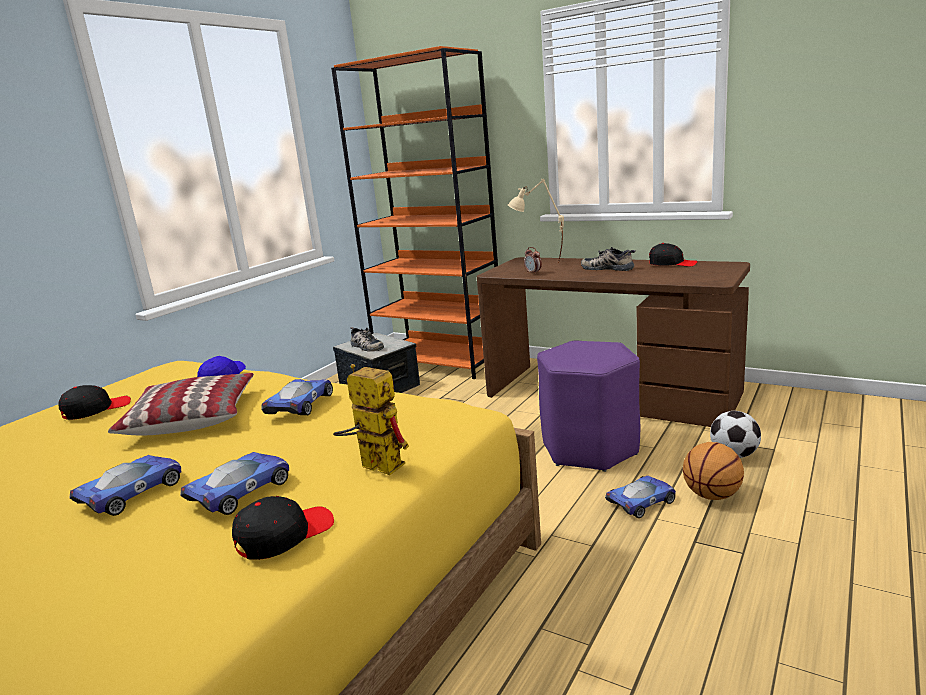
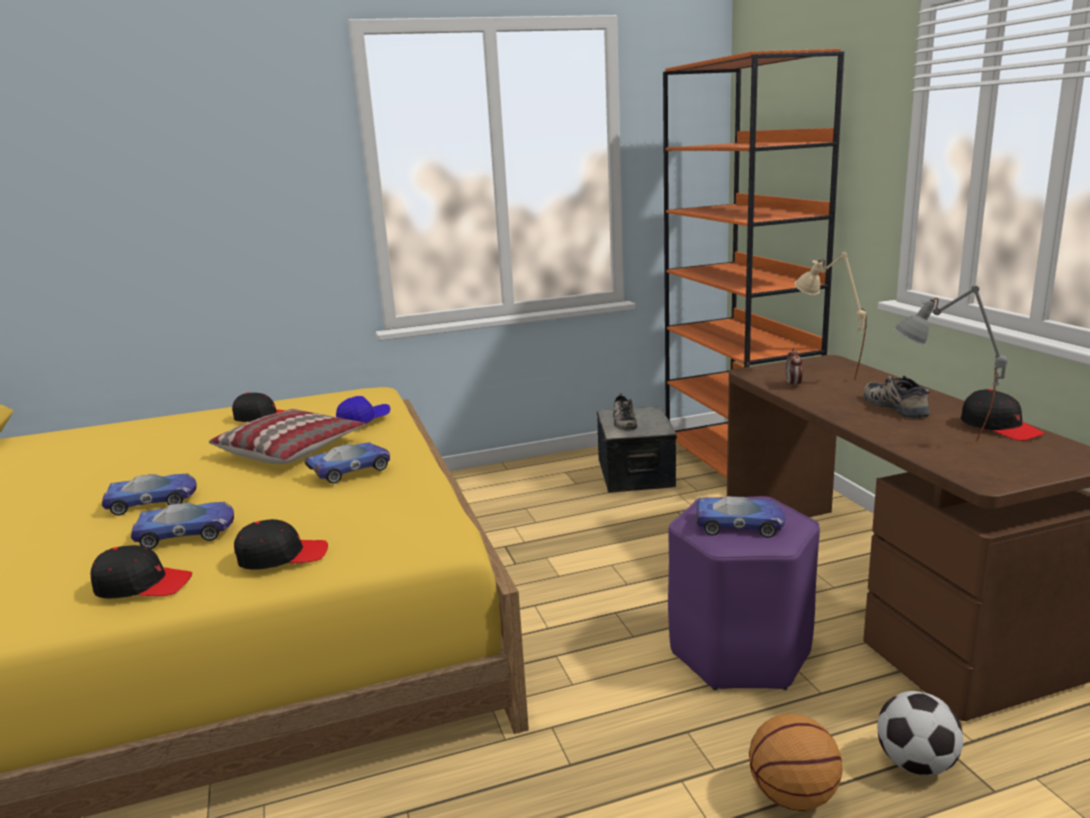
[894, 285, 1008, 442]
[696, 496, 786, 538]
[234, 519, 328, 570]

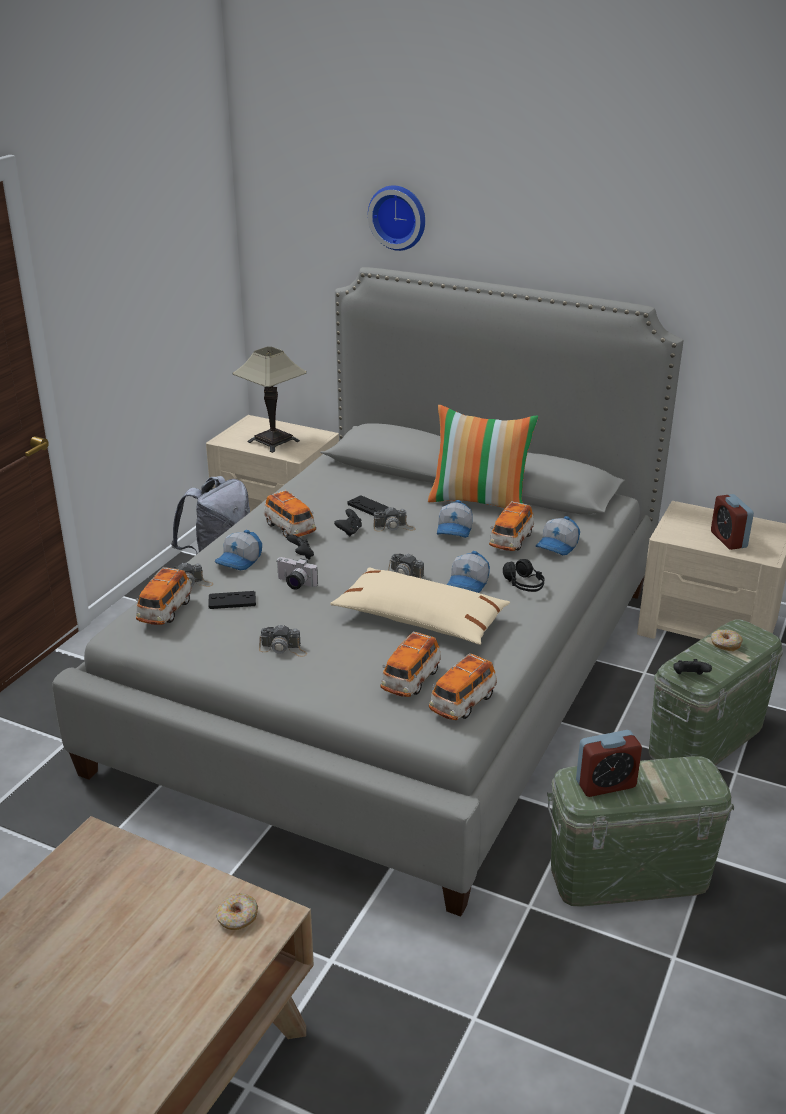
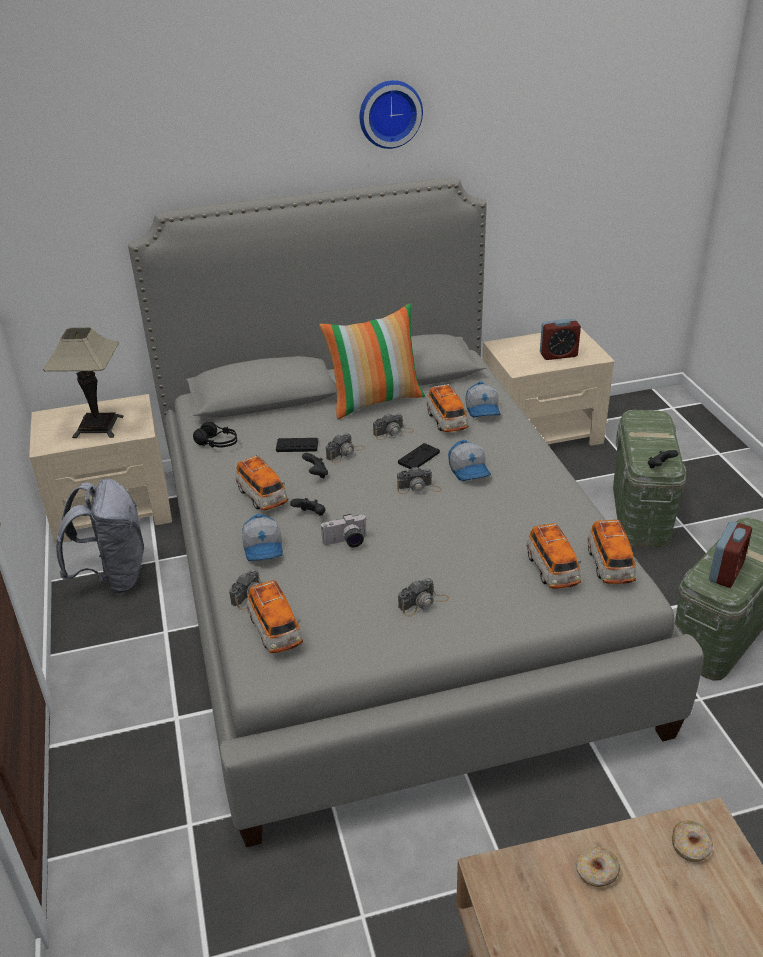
[330, 567, 510, 645] (first image)
[398, 443, 440, 469]
[360, 80, 423, 149]
[193, 422, 237, 448]
[576, 847, 620, 887]
[373, 413, 414, 440]
[236, 455, 288, 510]
[540, 319, 581, 360]

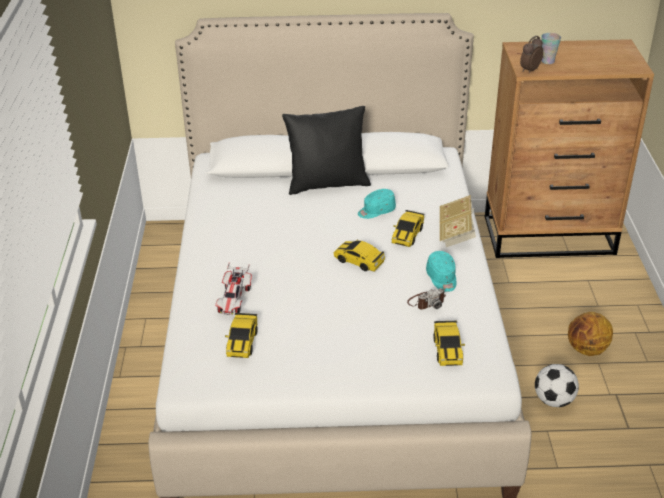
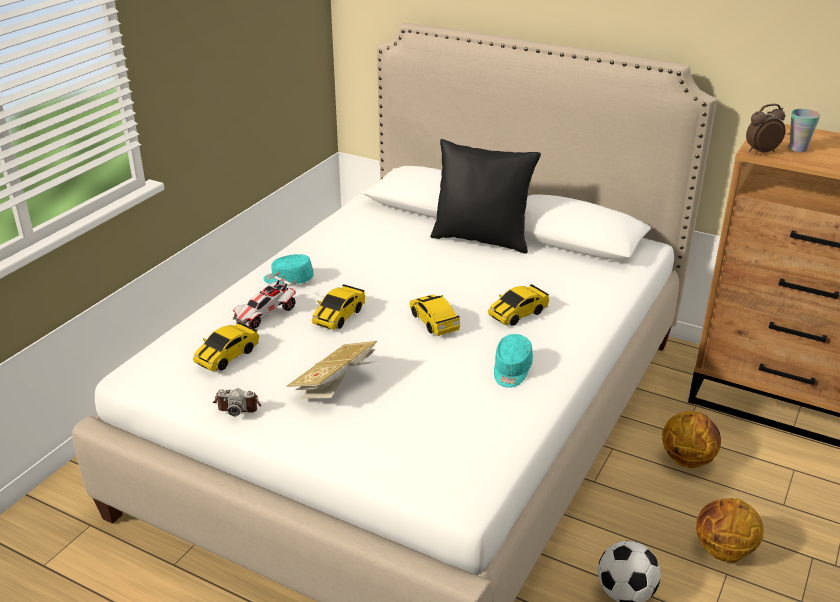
[662, 411, 721, 468]
[263, 254, 314, 284]
[213, 388, 262, 416]
[312, 284, 365, 330]
[287, 341, 377, 399]

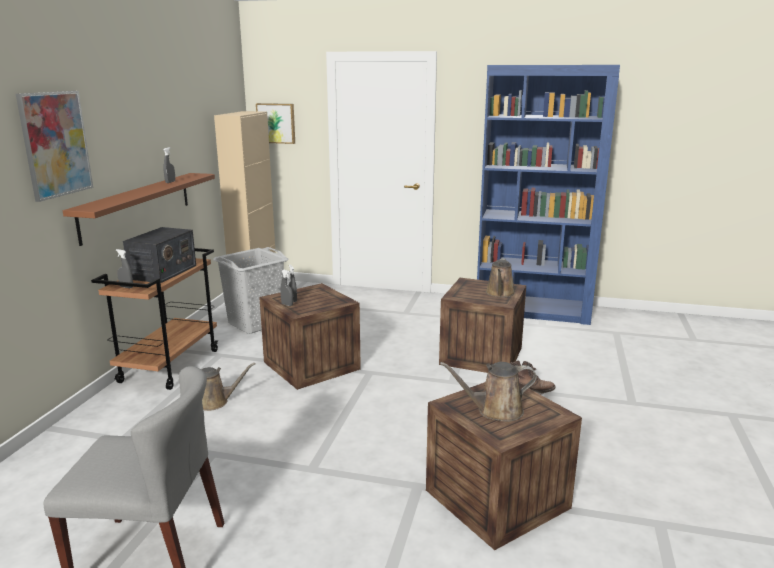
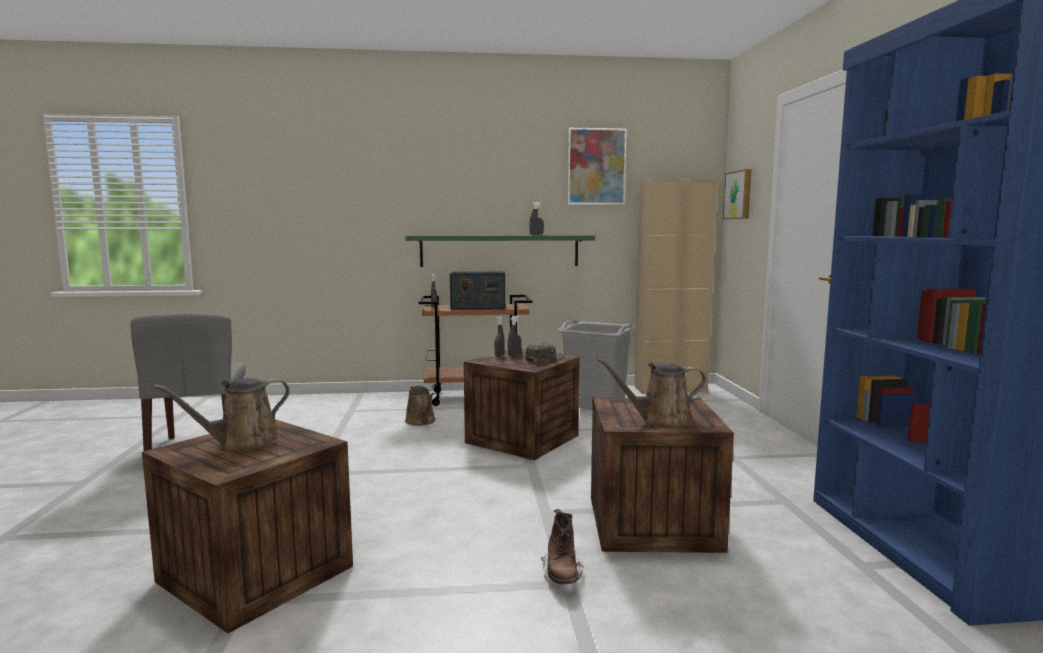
[526, 342, 566, 362]
[568, 128, 627, 205]
[405, 235, 595, 267]
[153, 378, 290, 451]

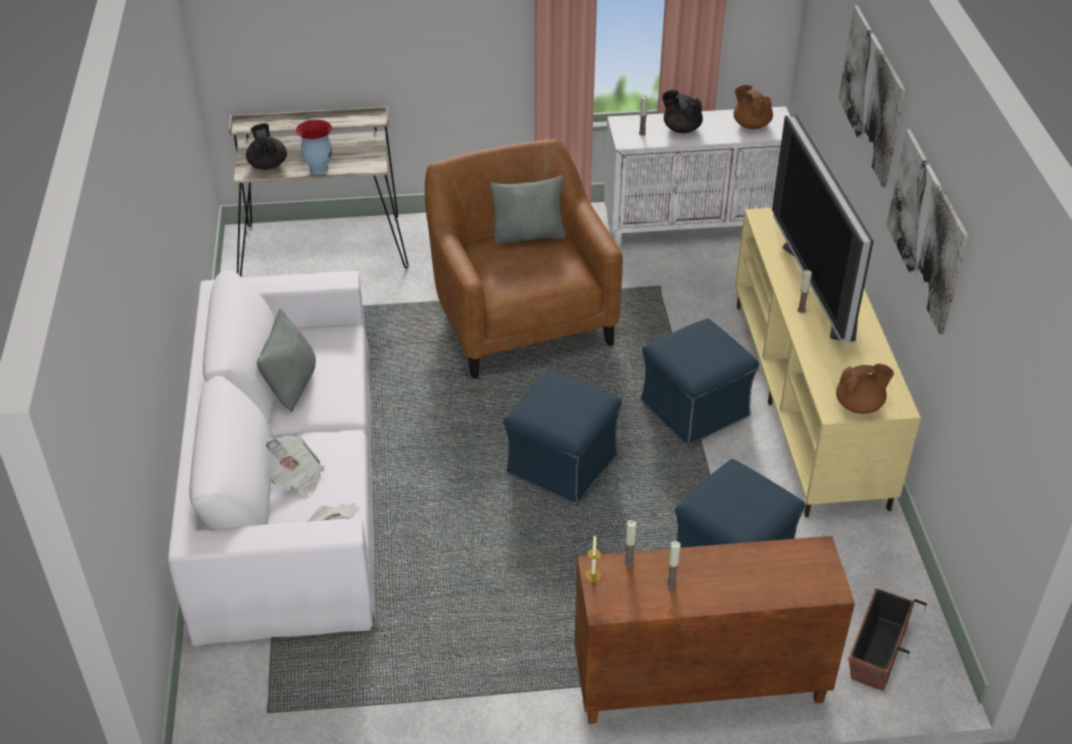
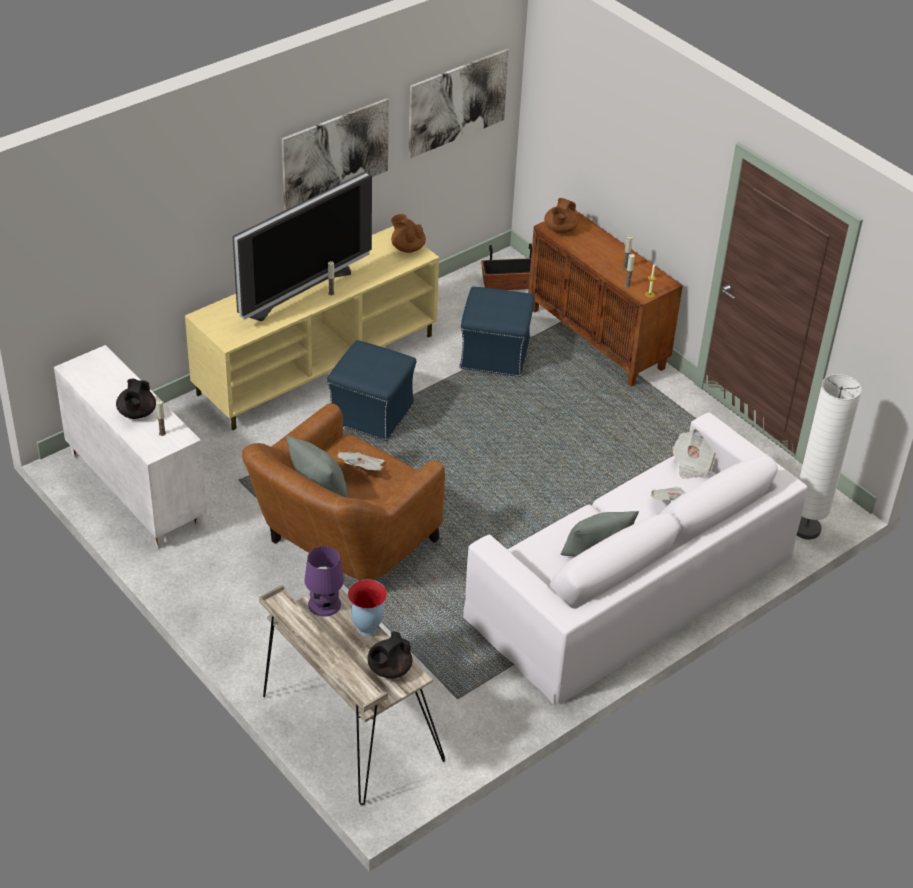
[504, 370, 622, 505] (first image)
[304, 546, 344, 617]
[338, 452, 384, 471]
[797, 374, 862, 539]
[544, 198, 579, 233]
[408, 49, 509, 158]

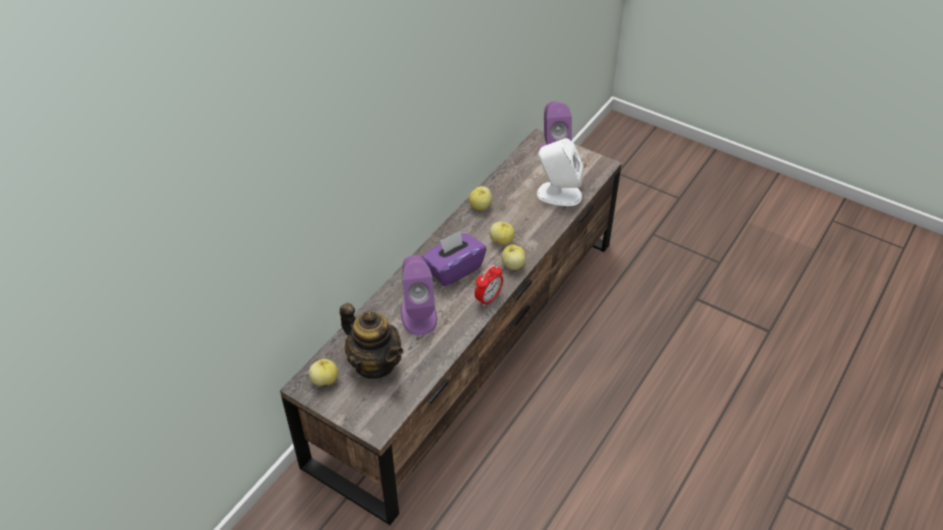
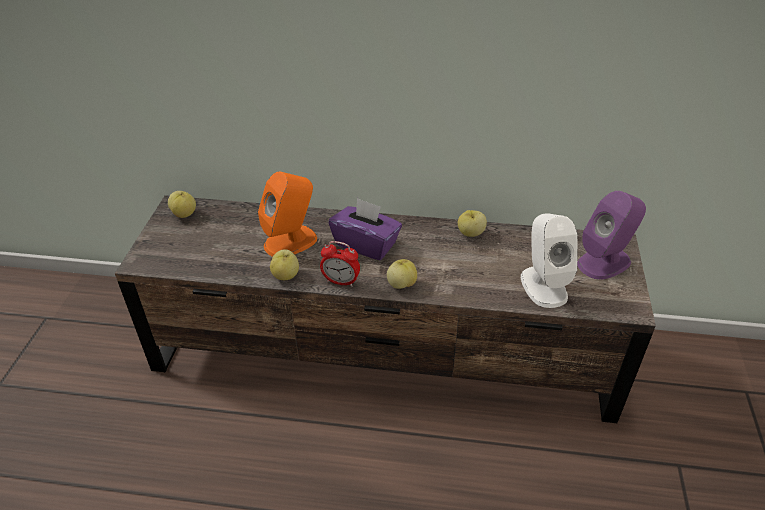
[340, 303, 403, 379] (first image)
[270, 249, 299, 280]
[258, 171, 317, 257]

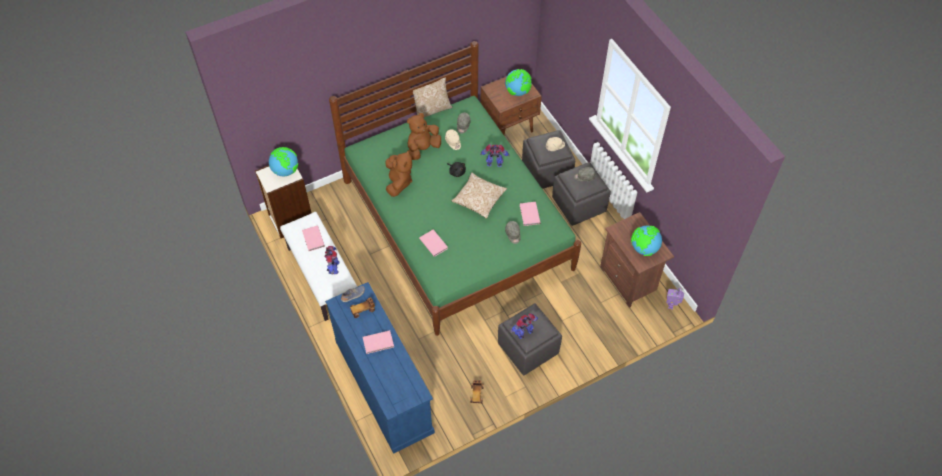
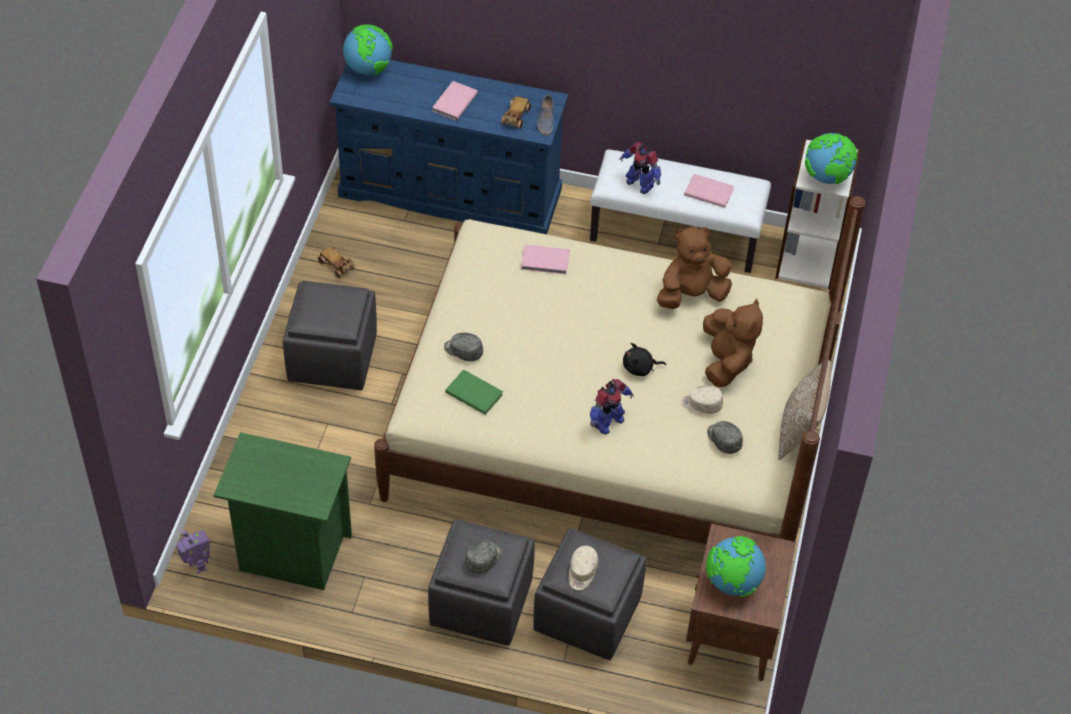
[452, 173, 507, 219] (first image)
[510, 313, 538, 339] (first image)
[343, 24, 393, 75]
[374, 196, 865, 544]
[445, 369, 503, 415]
[214, 432, 352, 590]
[657, 227, 732, 309]

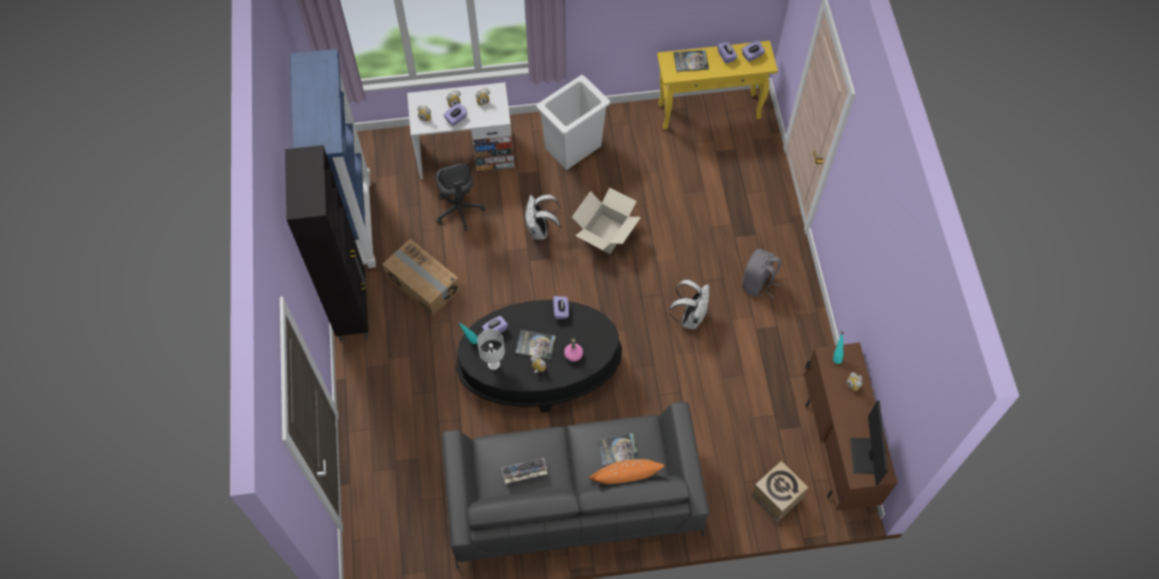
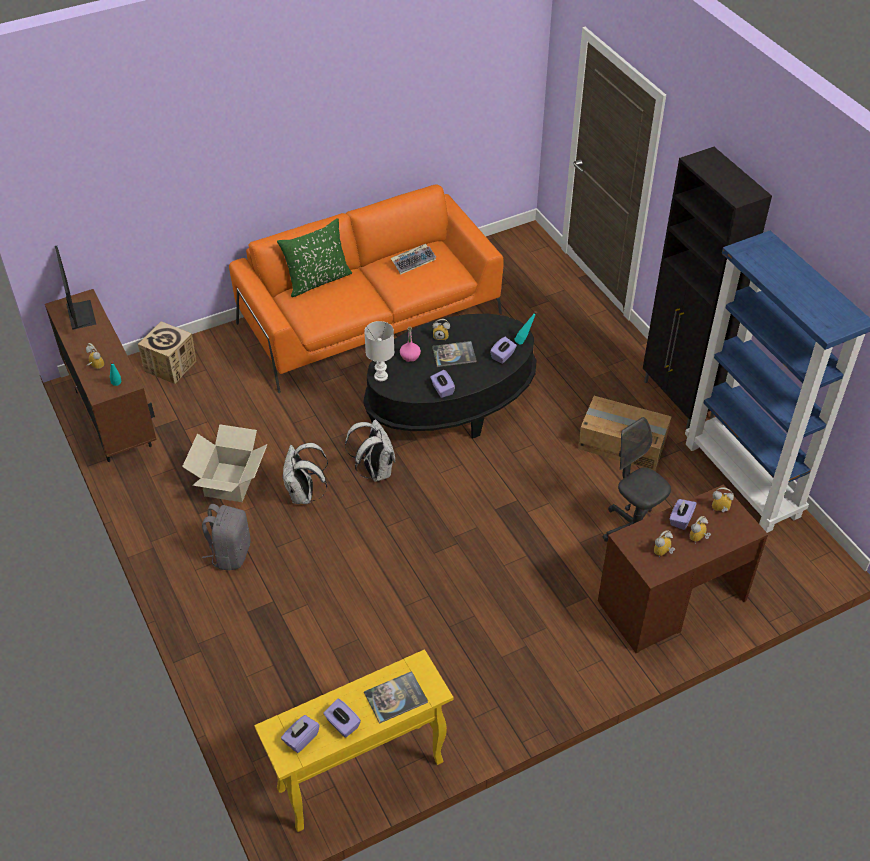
[537, 75, 610, 170] (first image)
[596, 433, 639, 466] (first image)
[364, 321, 394, 381]
[345, 419, 395, 482]
[182, 424, 268, 502]
[598, 484, 768, 653]
[229, 184, 504, 393]
[277, 218, 352, 297]

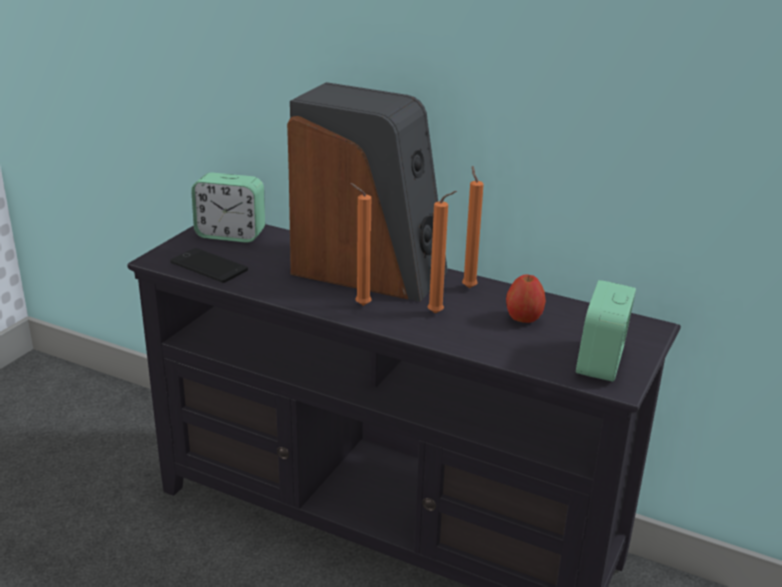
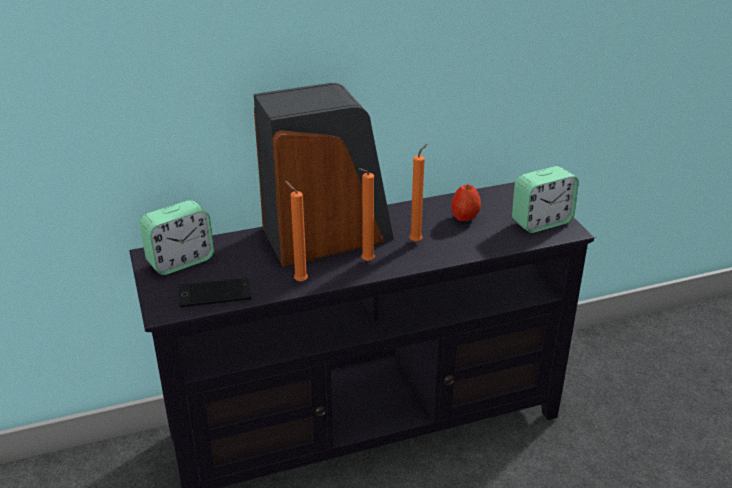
[285, 181, 308, 282]
[512, 166, 579, 233]

